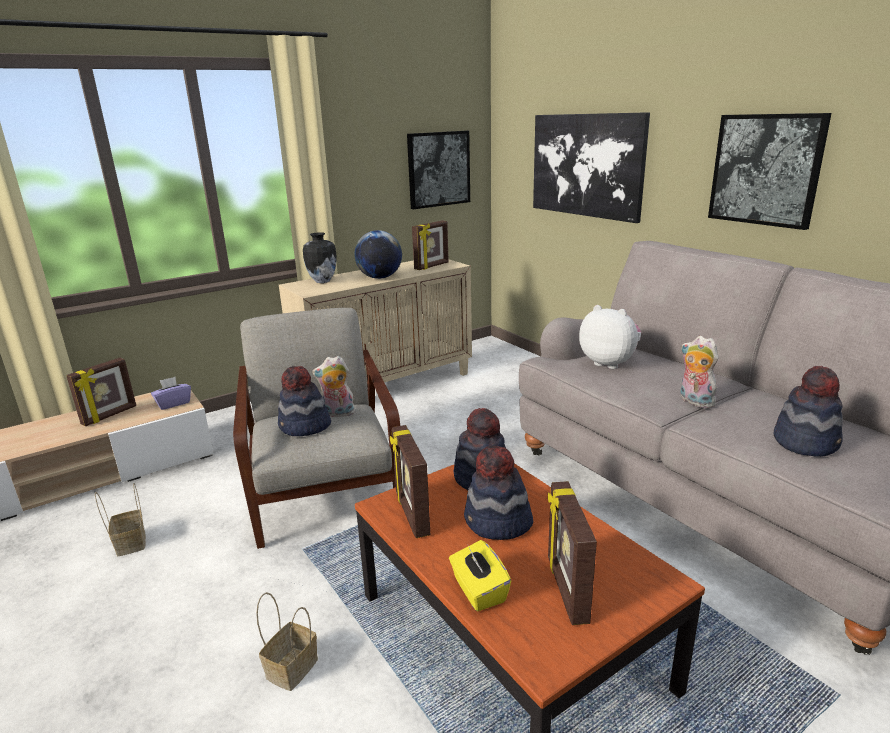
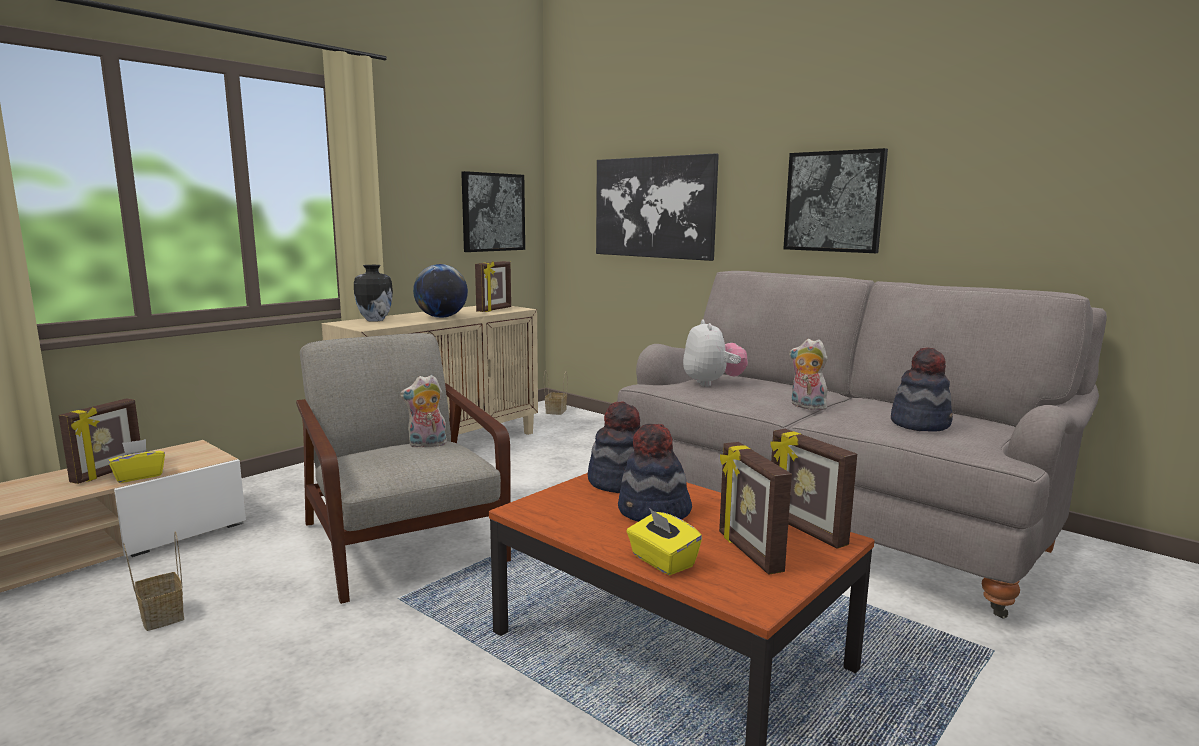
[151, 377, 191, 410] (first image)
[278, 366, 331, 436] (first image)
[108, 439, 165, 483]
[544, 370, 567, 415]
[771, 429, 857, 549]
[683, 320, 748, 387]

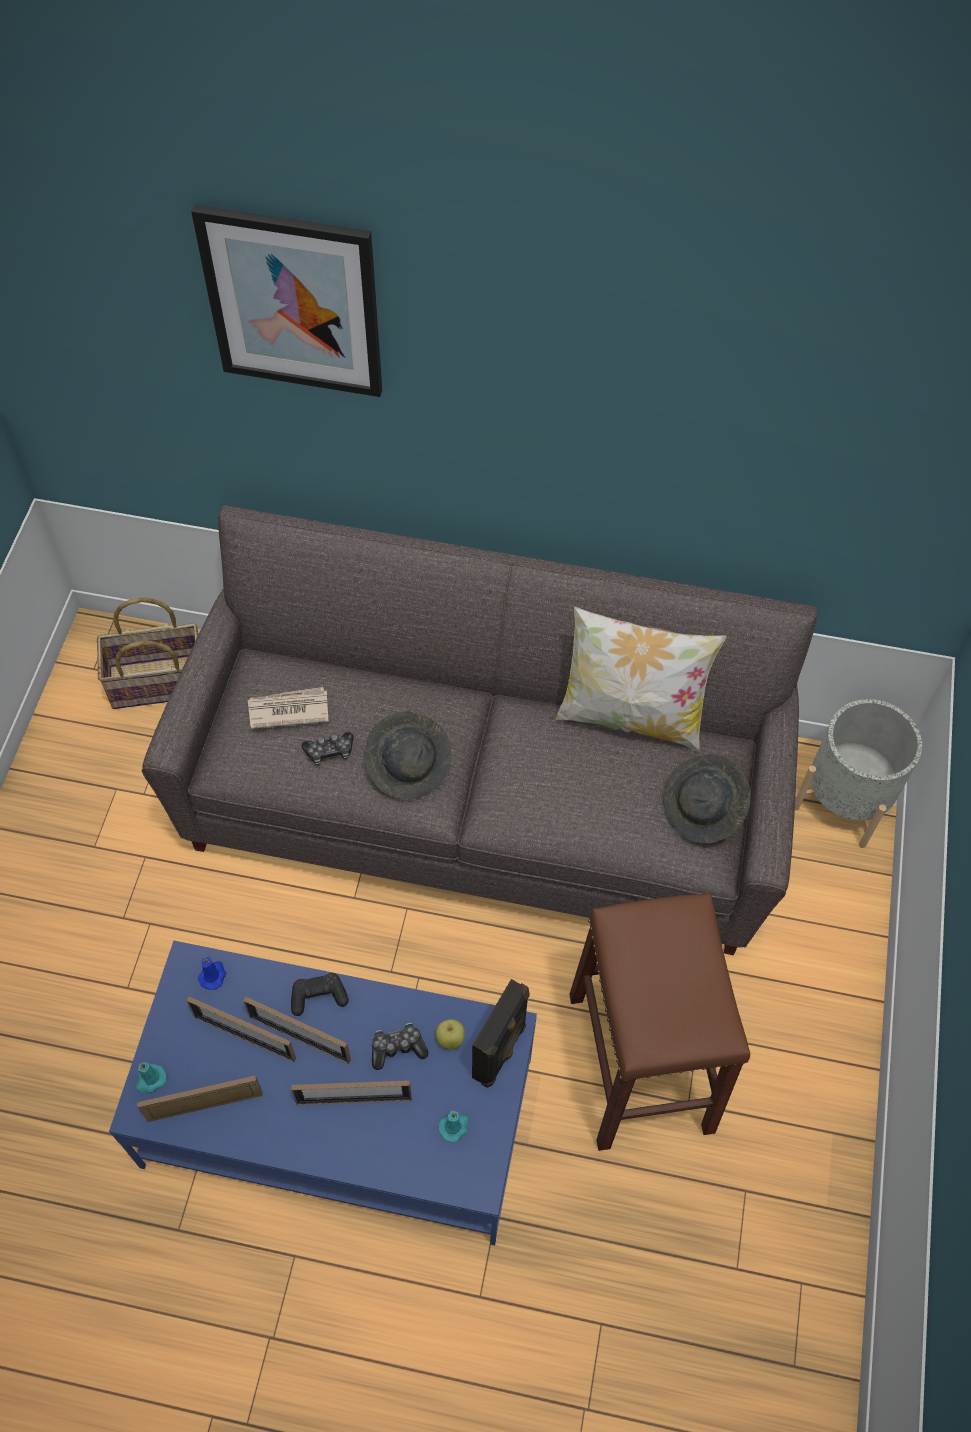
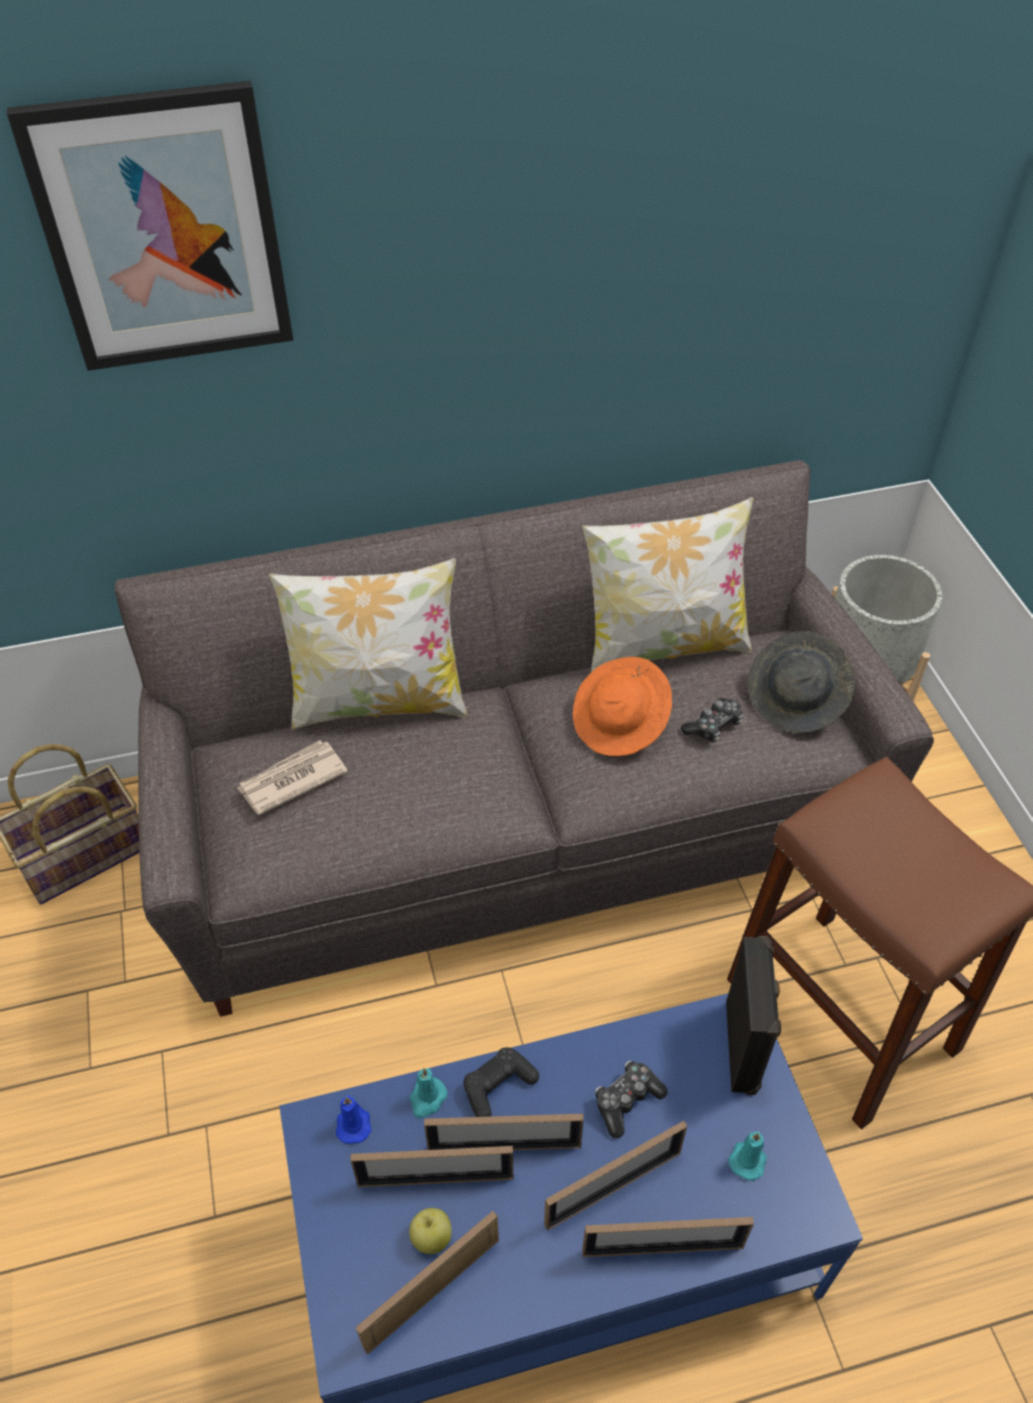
[365, 711, 452, 800] (first image)
[269, 558, 467, 729]
[573, 657, 672, 756]
[582, 1217, 754, 1257]
[410, 1068, 448, 1118]
[681, 698, 744, 743]
[409, 1208, 452, 1254]

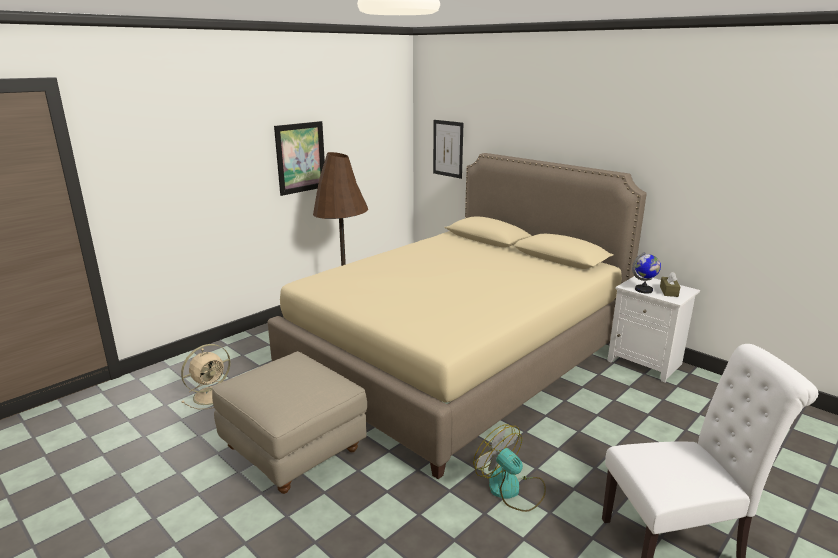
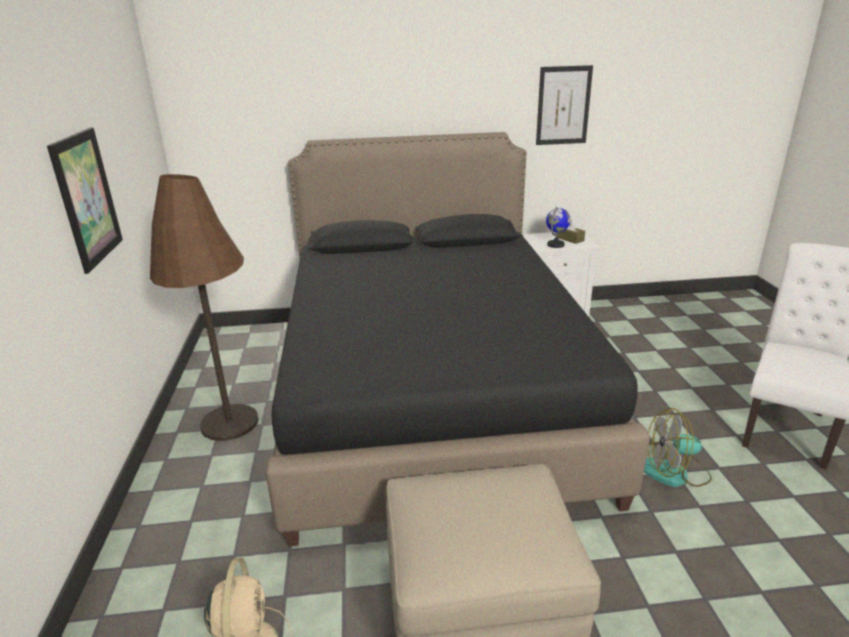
[536, 65, 593, 145]
[265, 132, 650, 547]

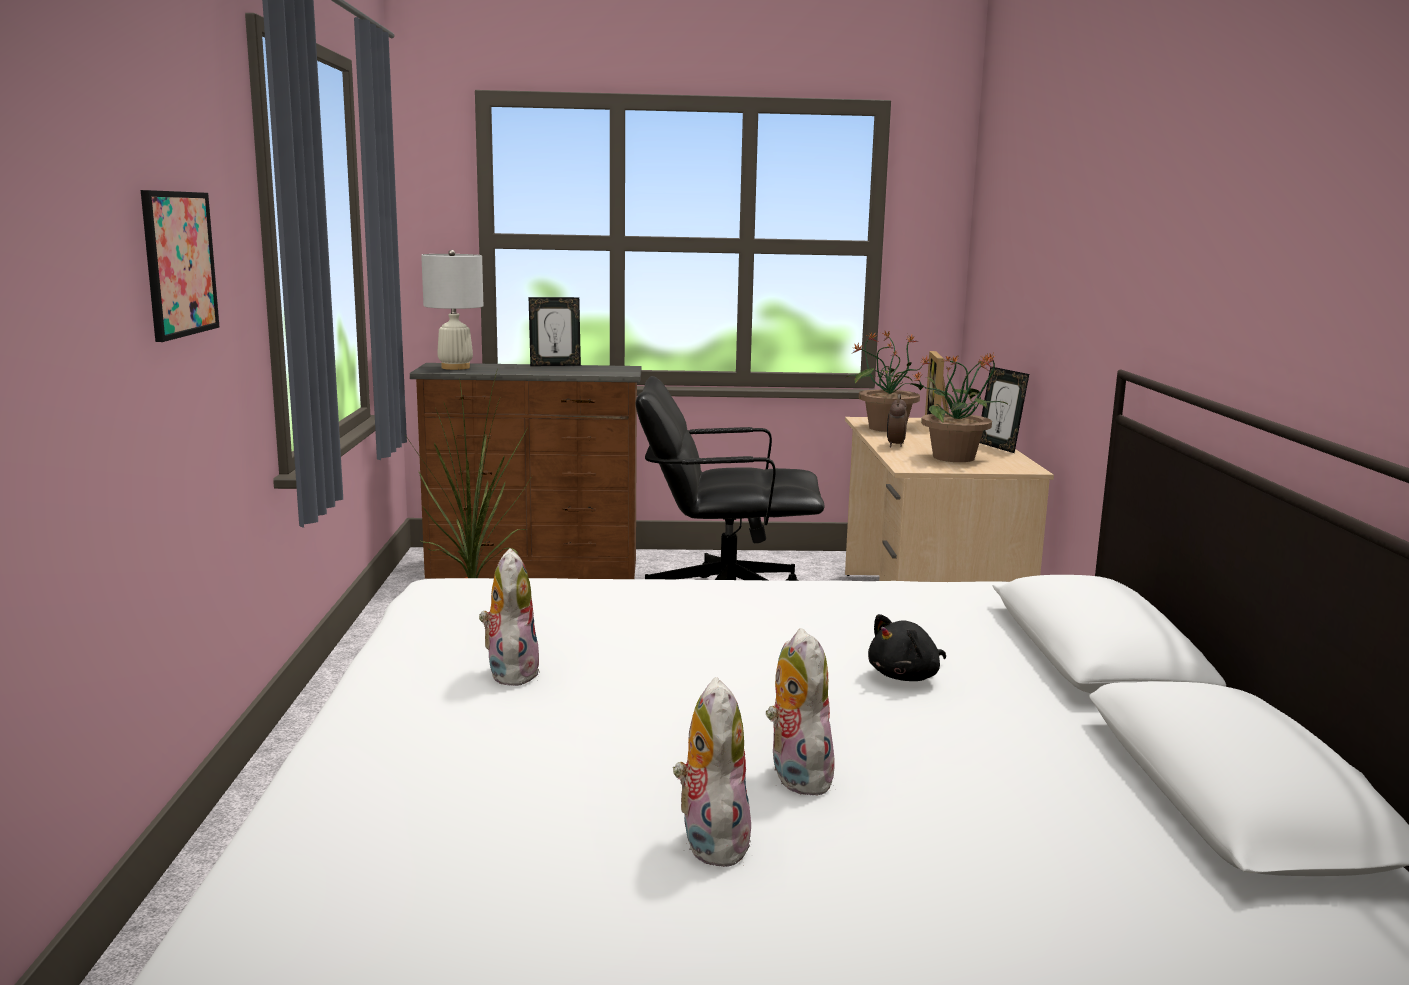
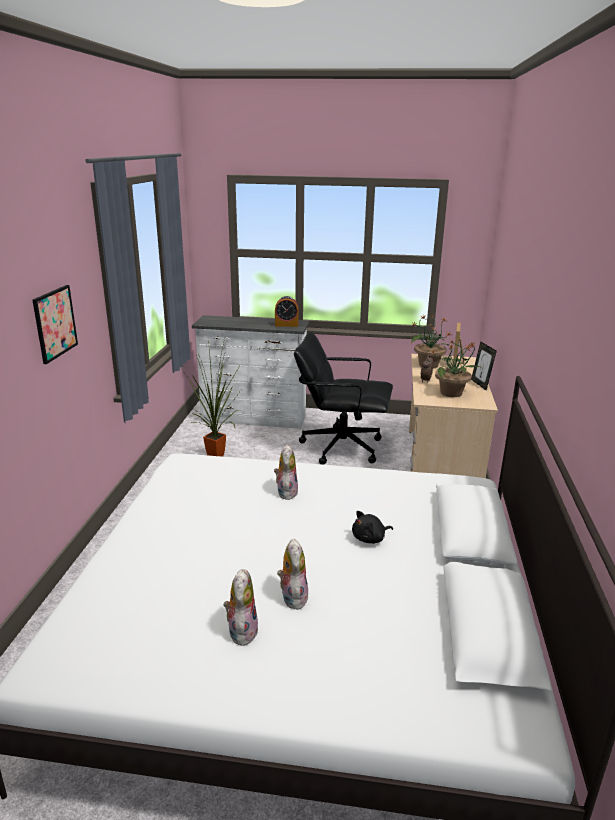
[421, 250, 483, 370] (first image)
[529, 297, 581, 366] (first image)
[275, 296, 299, 327]
[274, 444, 298, 500]
[192, 315, 309, 429]

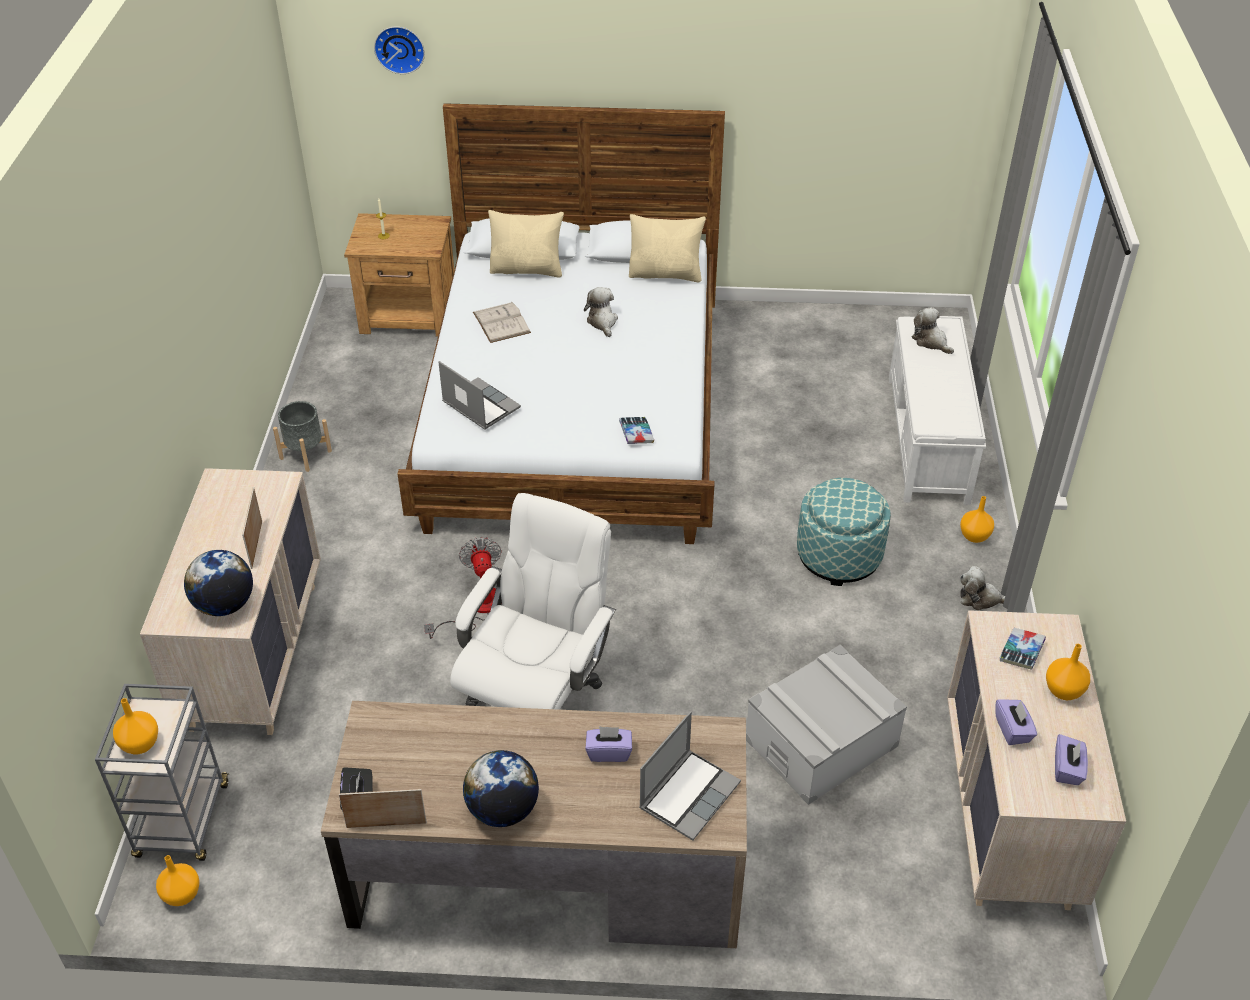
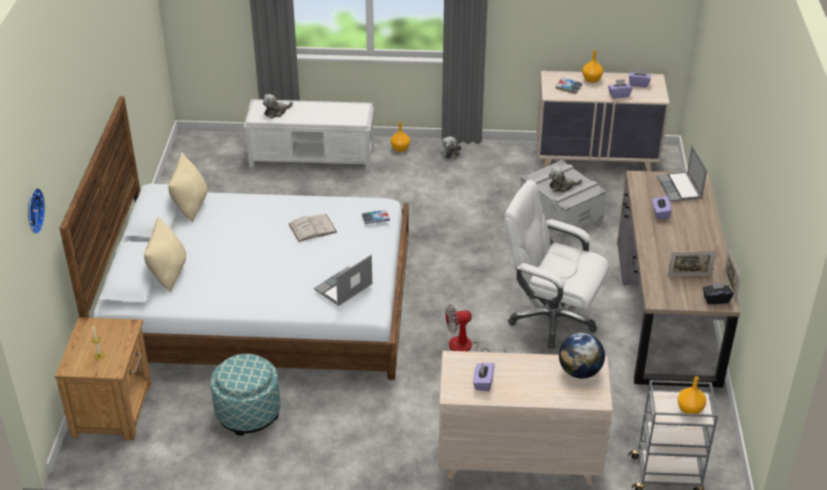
[156, 855, 200, 906] (first image)
[273, 401, 332, 472] (first image)
[463, 750, 539, 827] (first image)
[473, 362, 495, 391]
[668, 251, 716, 277]
[289, 214, 337, 242]
[549, 166, 582, 192]
[211, 354, 280, 436]
[657, 146, 707, 202]

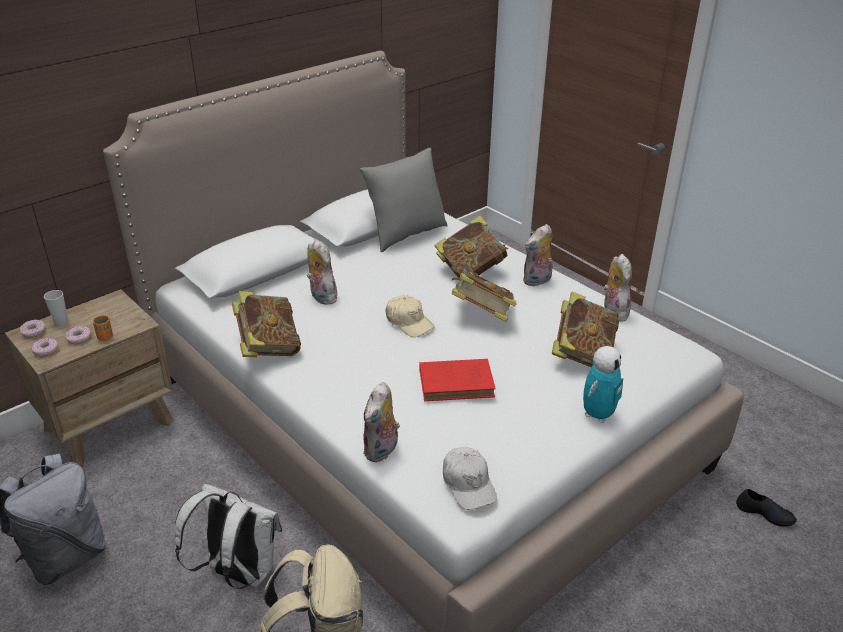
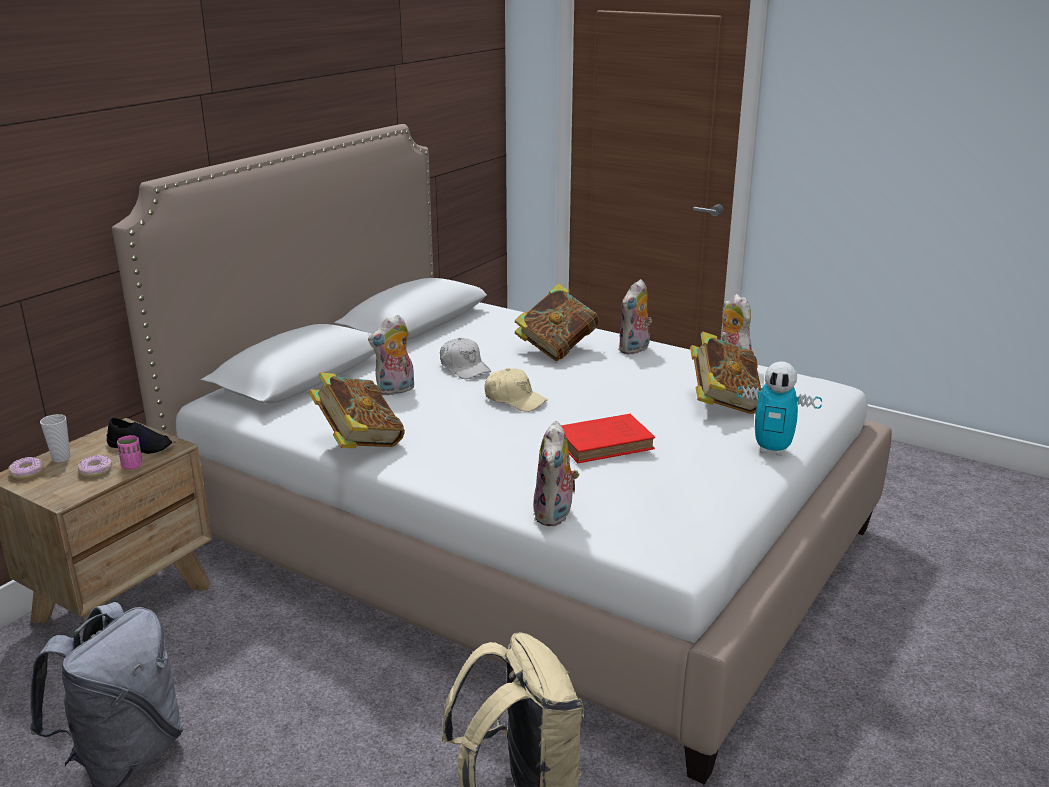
[31, 338, 59, 356] (first image)
[175, 484, 282, 589] (first image)
[360, 148, 448, 252] (first image)
[452, 269, 517, 322] (first image)
[440, 338, 491, 379]
[107, 418, 172, 454]
[117, 435, 142, 469]
[368, 315, 414, 396]
[737, 361, 822, 456]

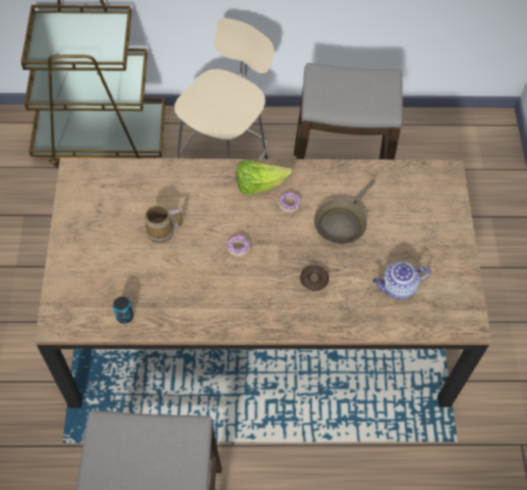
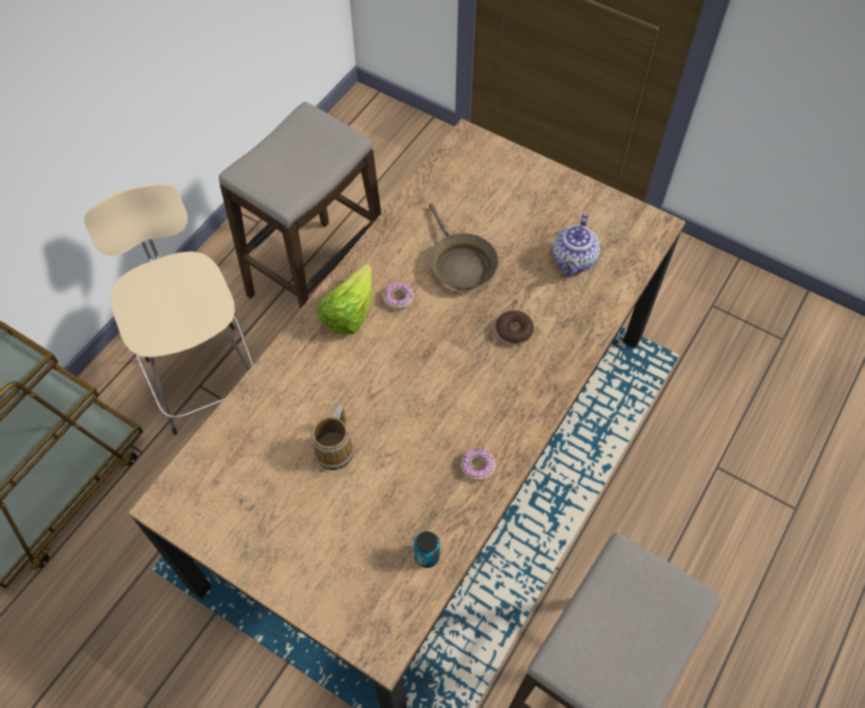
[461, 448, 496, 481]

